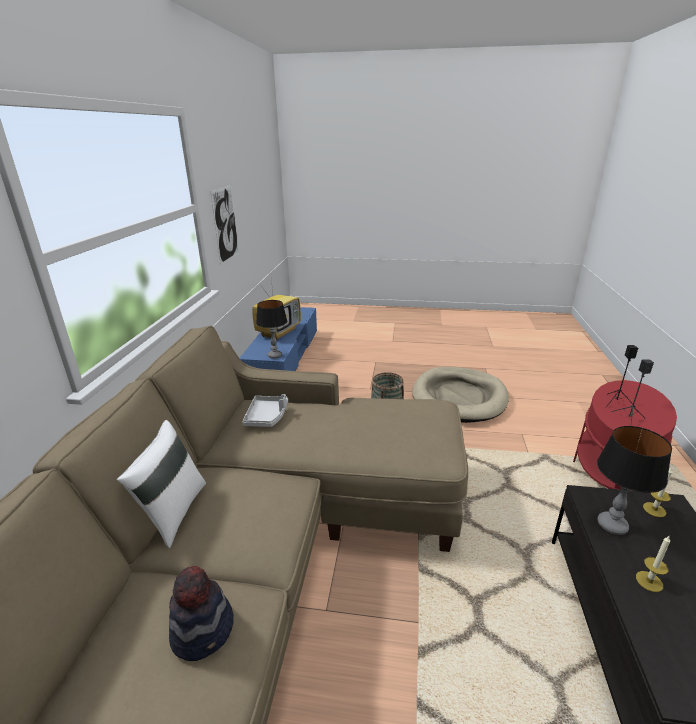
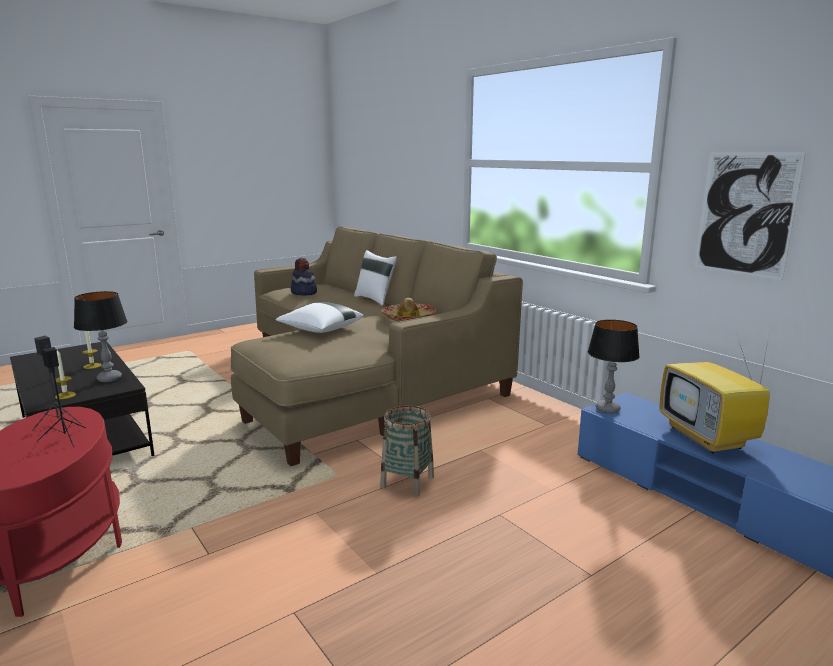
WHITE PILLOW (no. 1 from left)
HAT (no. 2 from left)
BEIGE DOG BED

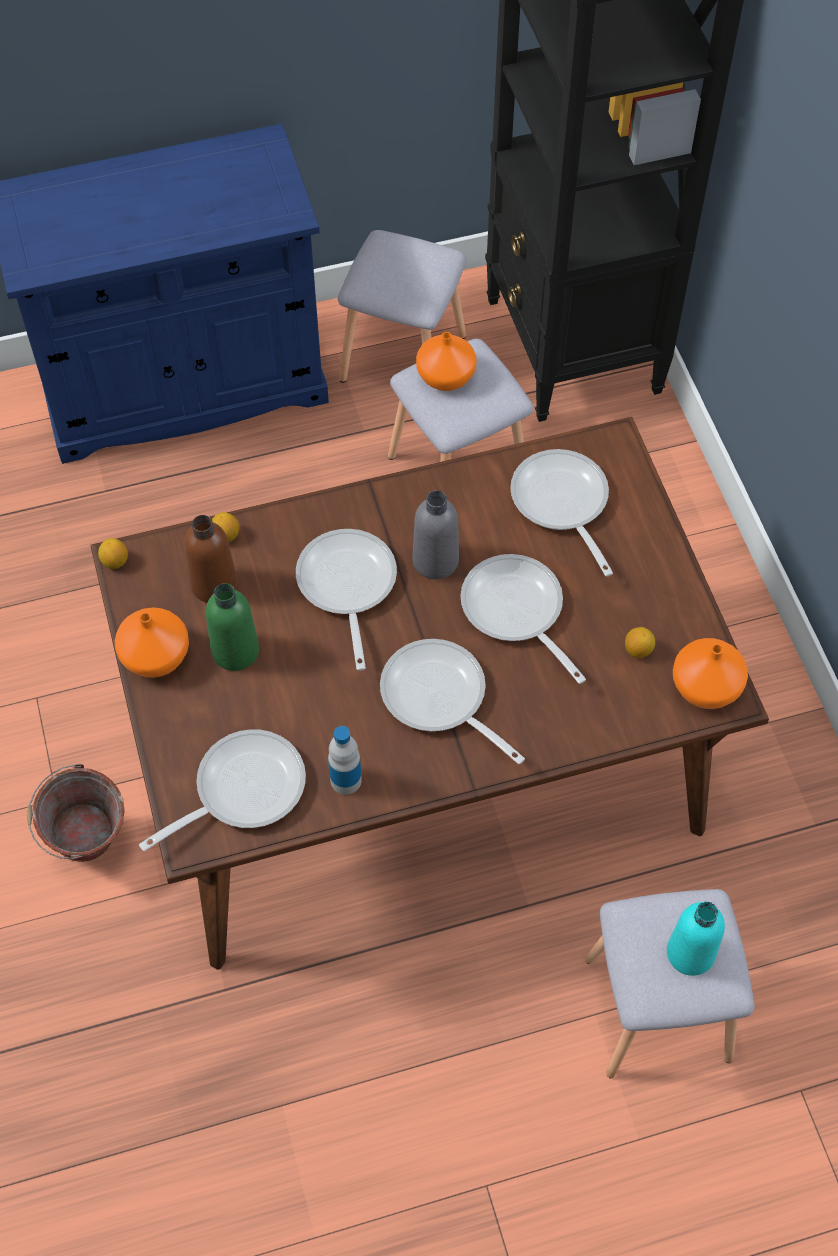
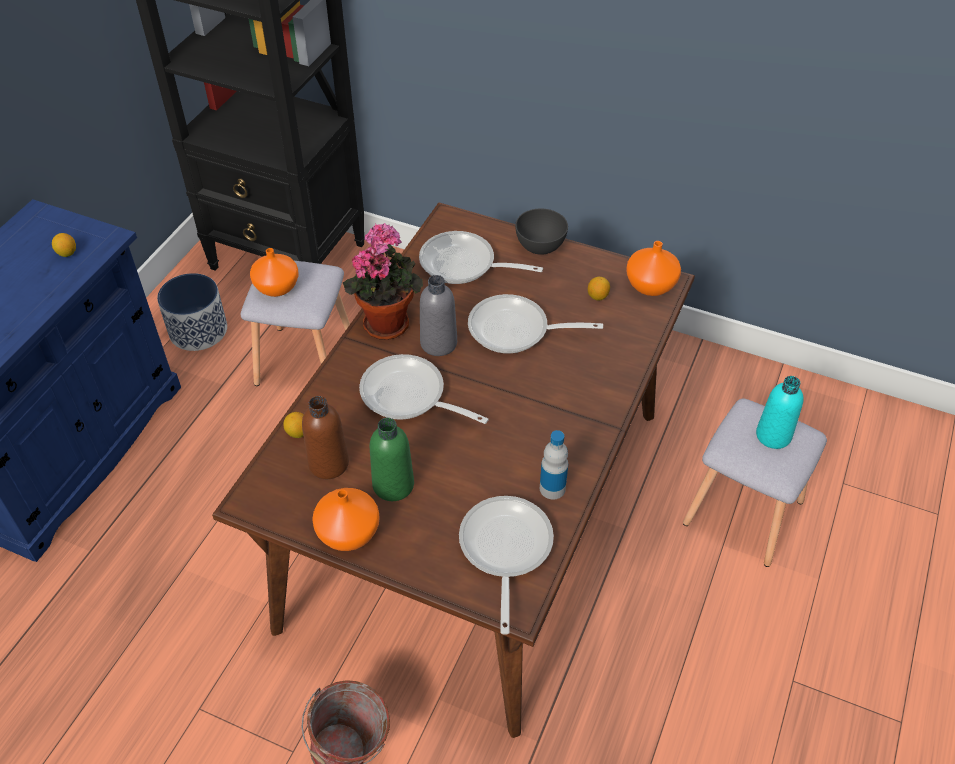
LEMON (no. 1 from left)
PLANTER
POTTED PLANT
GREY BOWL
FRYING PAN (no. 3 from left in the first image)

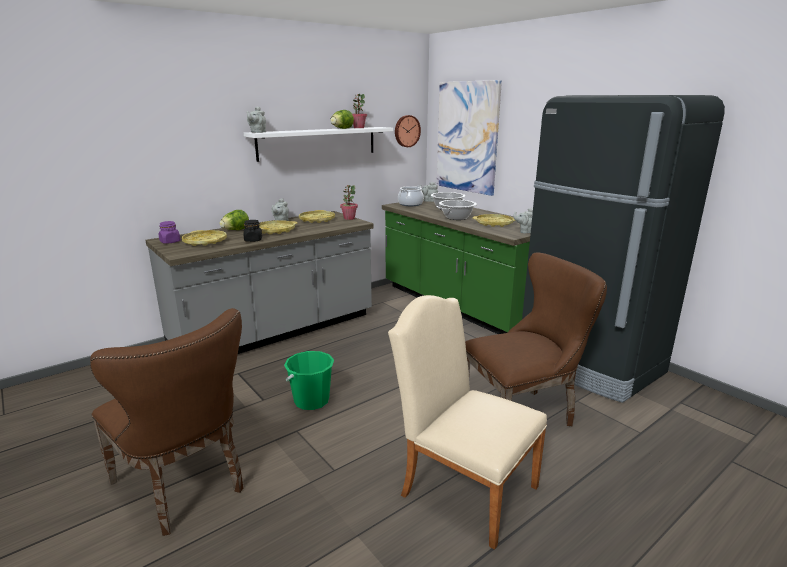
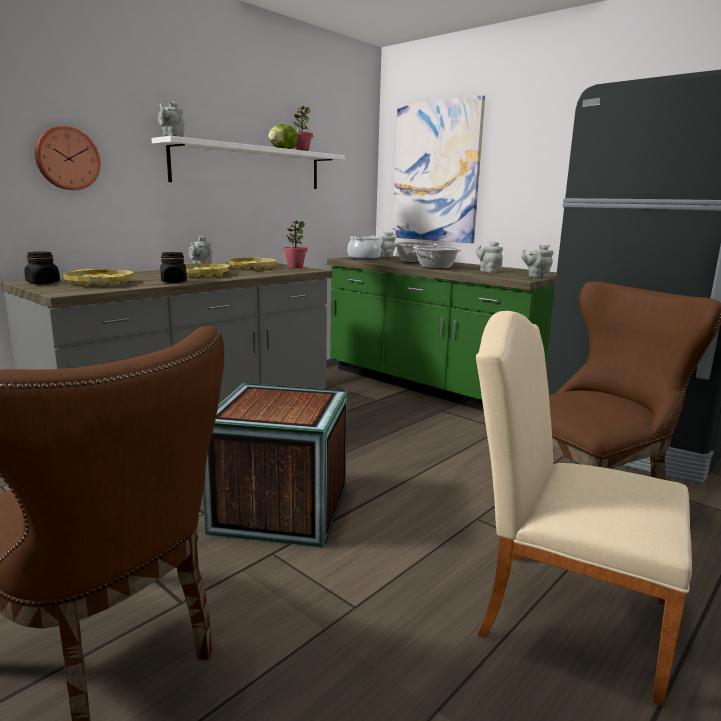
BLACK JAR (no. 1 from left)
WALL CLOCK
CRATE
GREY TEAPOT (no. 4 from left)
LETTUCE (no. 1 from left in the first image)

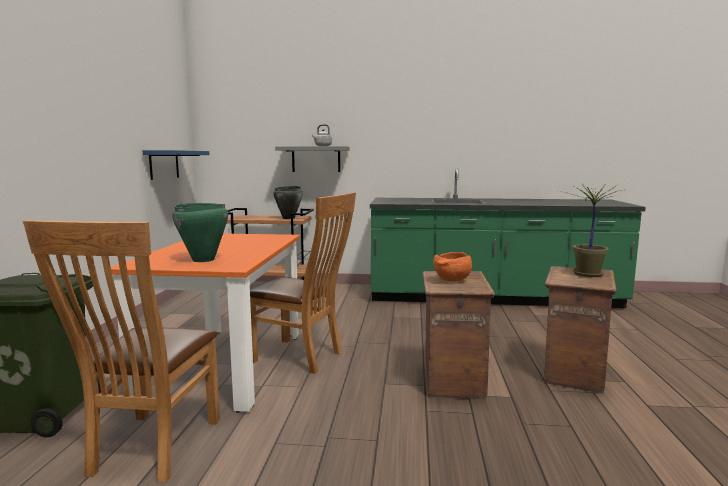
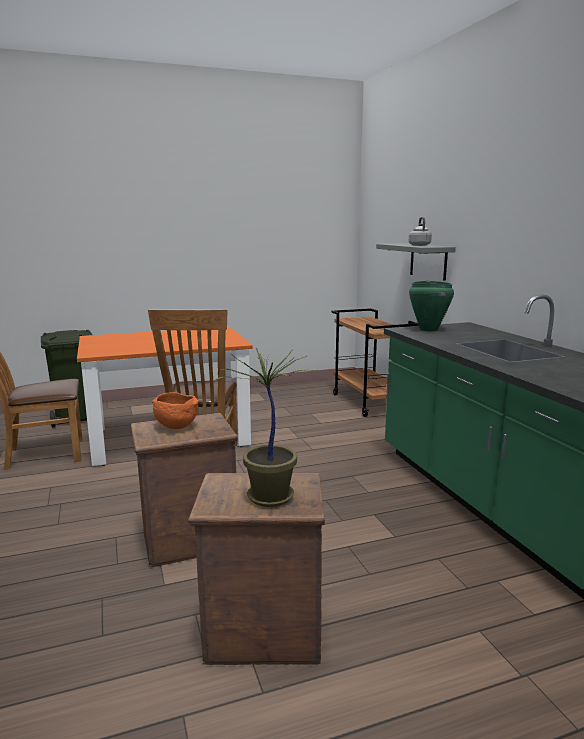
GREEN COOKING POT
BLUE SHELF
BLACK COOKING POT

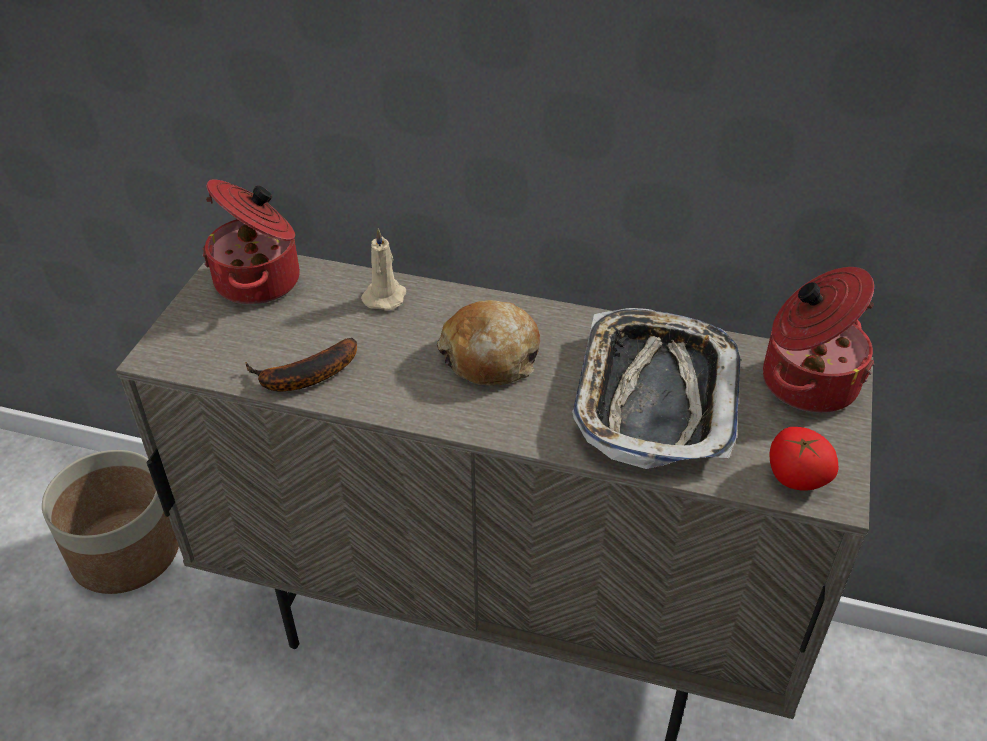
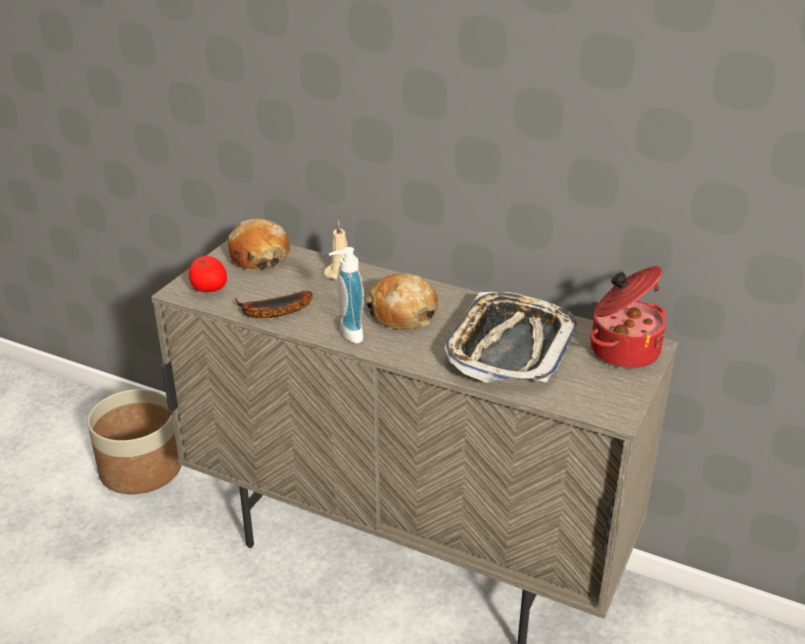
TOMATO
BREAD (no. 1 from left)
SOAP DISPENSER

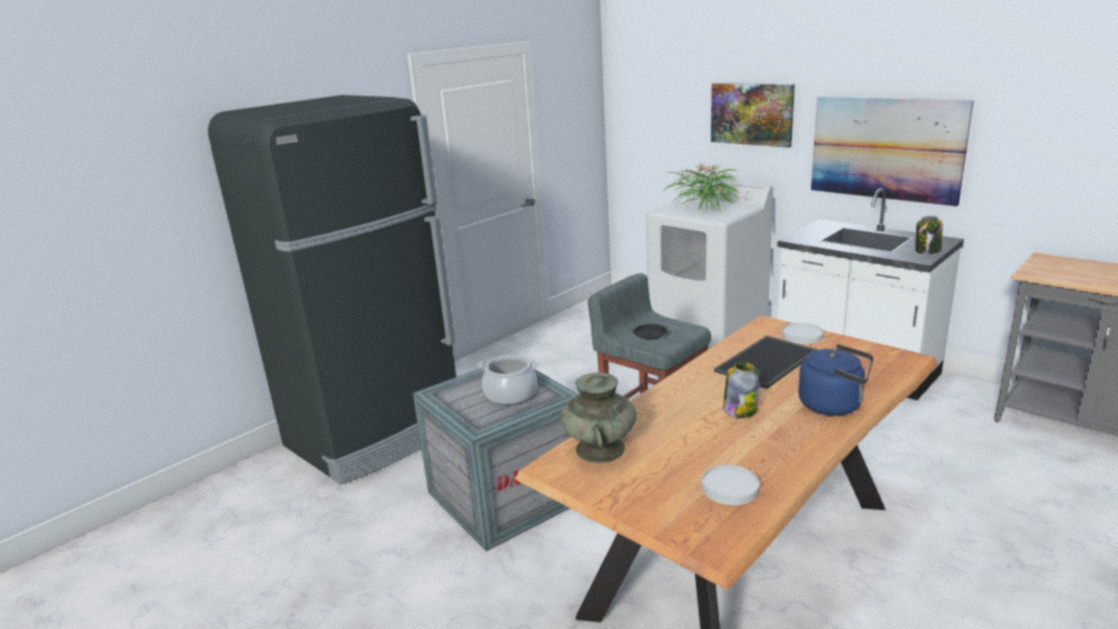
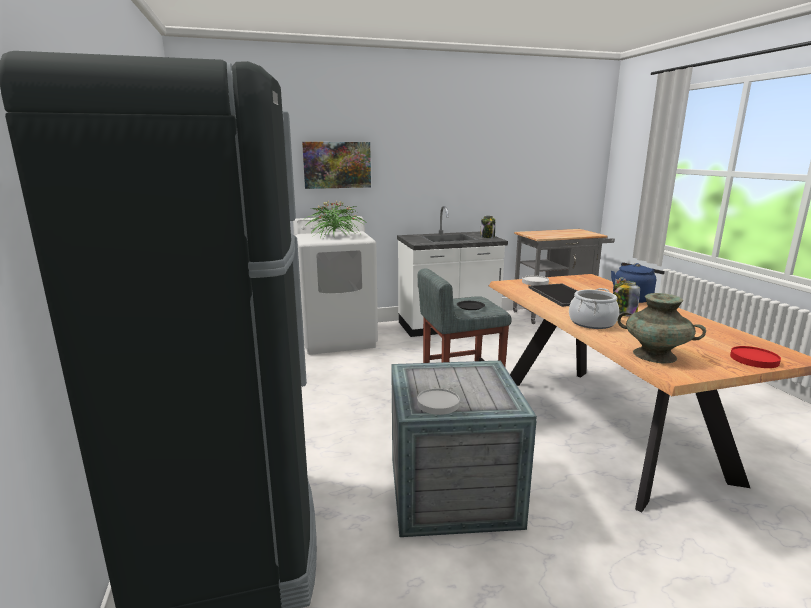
WHITE PLATE (no. 1 from left)
COOKING POT
RED PLATE
PICTURE (no. 2 from left in the first image)

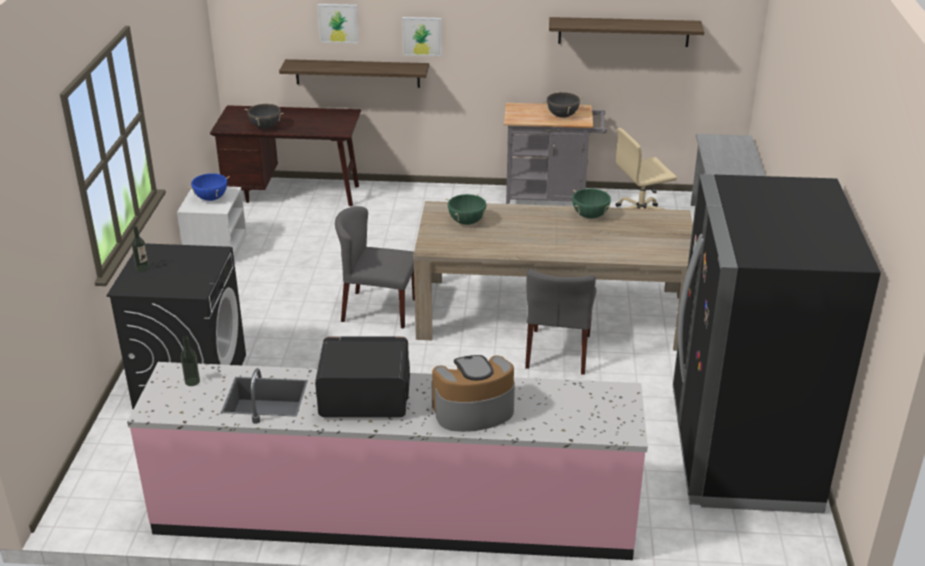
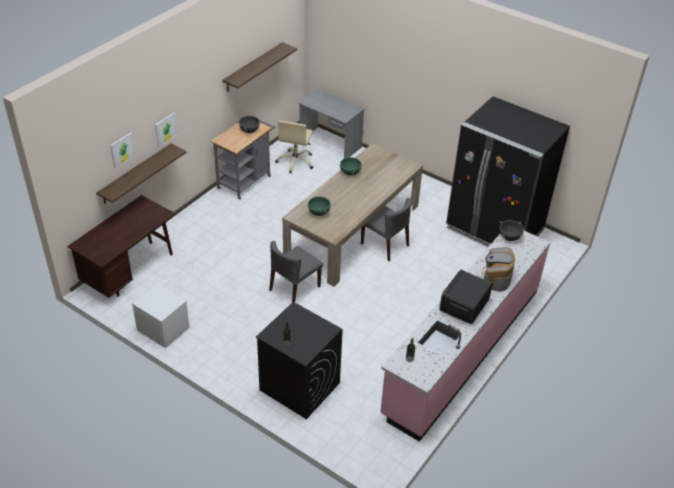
BLACK COOKING POT (no. 2 from left)
BLUE COOKING POT

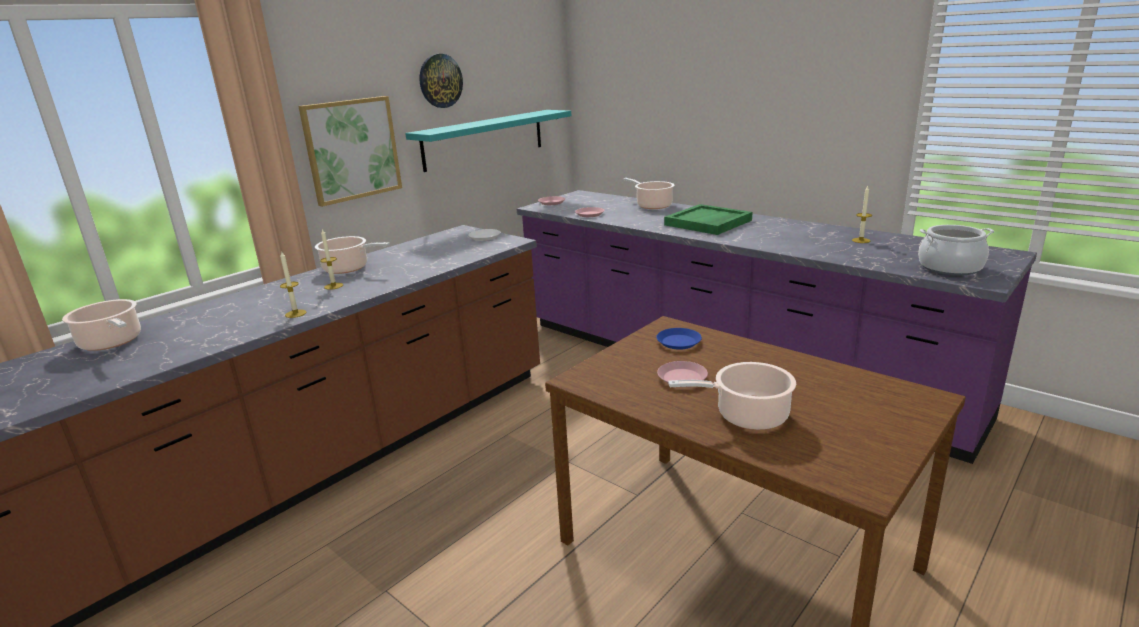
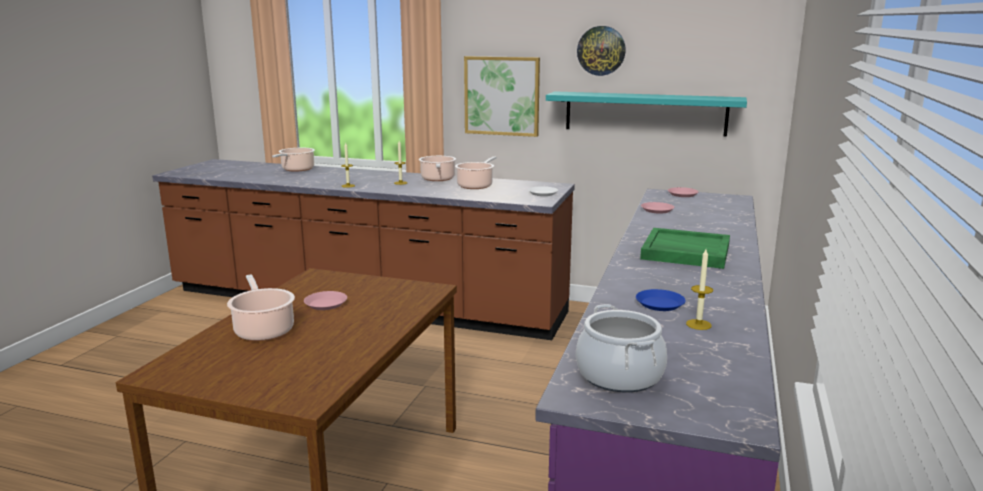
COOKING POT (no. 4 from left)
BLUE PLATE

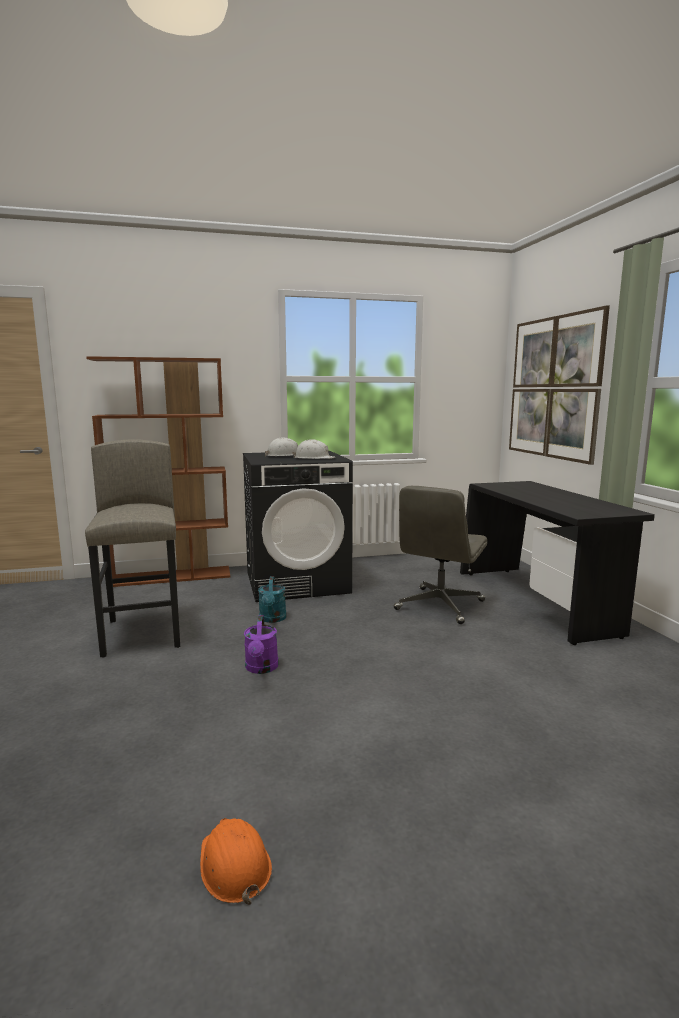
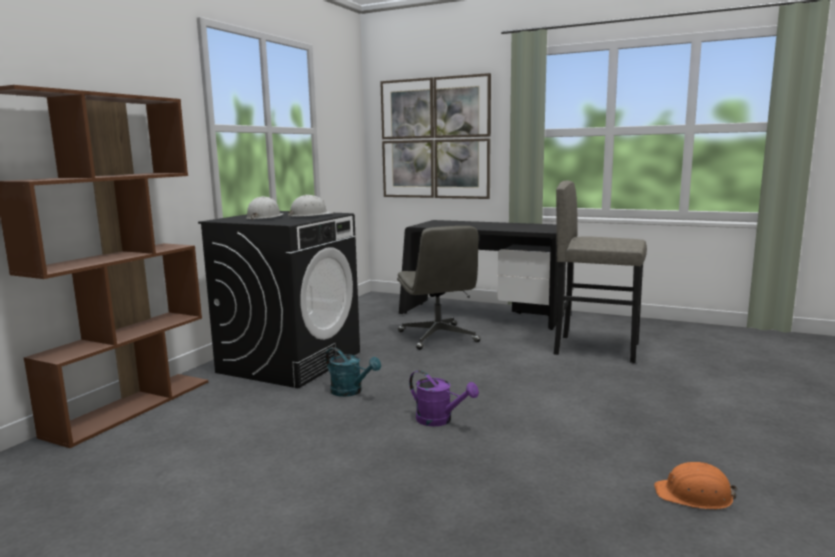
GREY STOOL

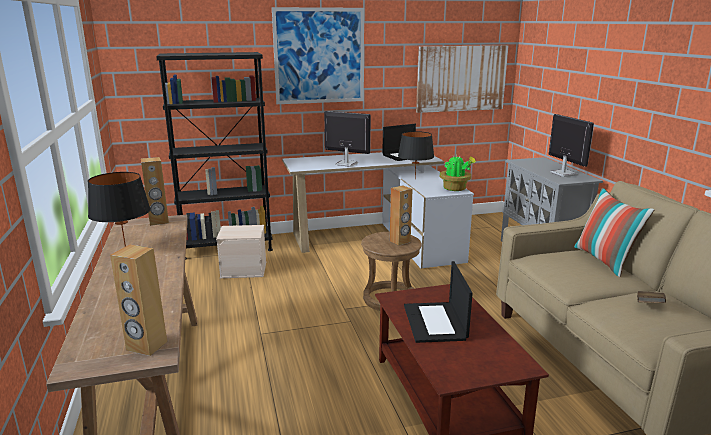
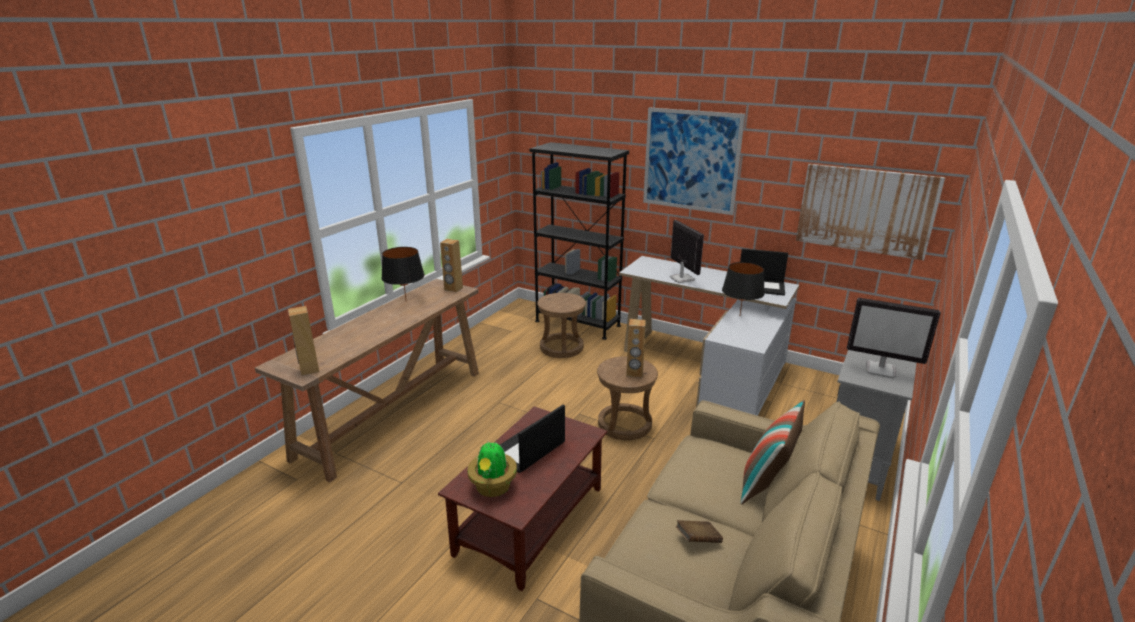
POTTED PLANT
BROWN STOOL (no. 1 from left)
MONITOR (no. 2 from left)

